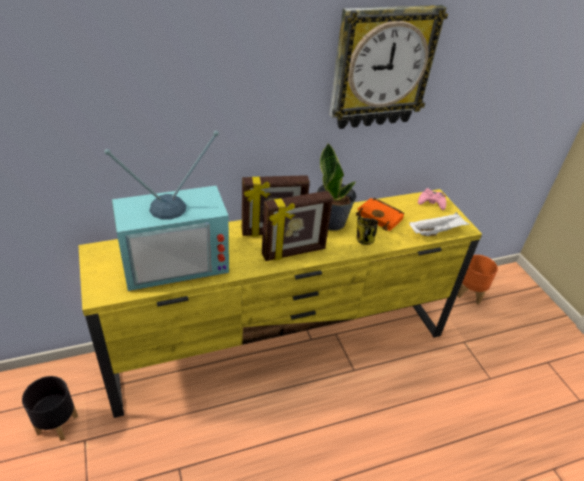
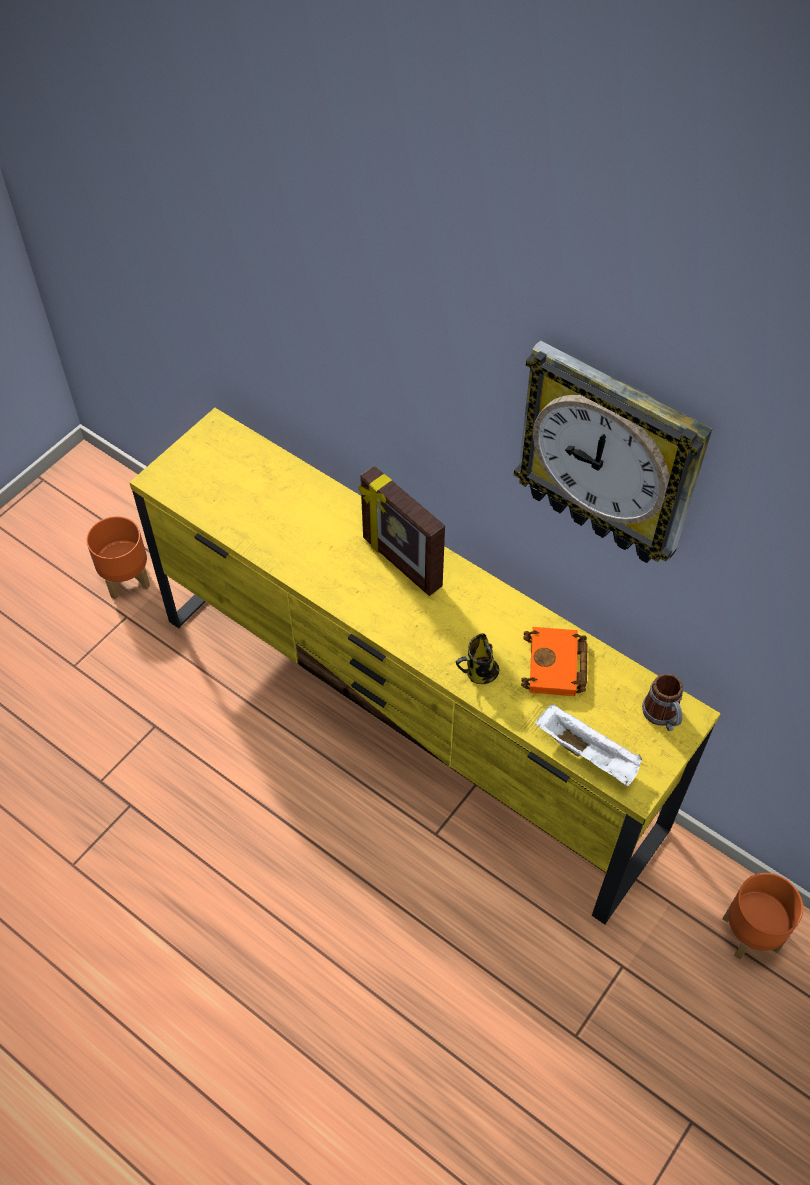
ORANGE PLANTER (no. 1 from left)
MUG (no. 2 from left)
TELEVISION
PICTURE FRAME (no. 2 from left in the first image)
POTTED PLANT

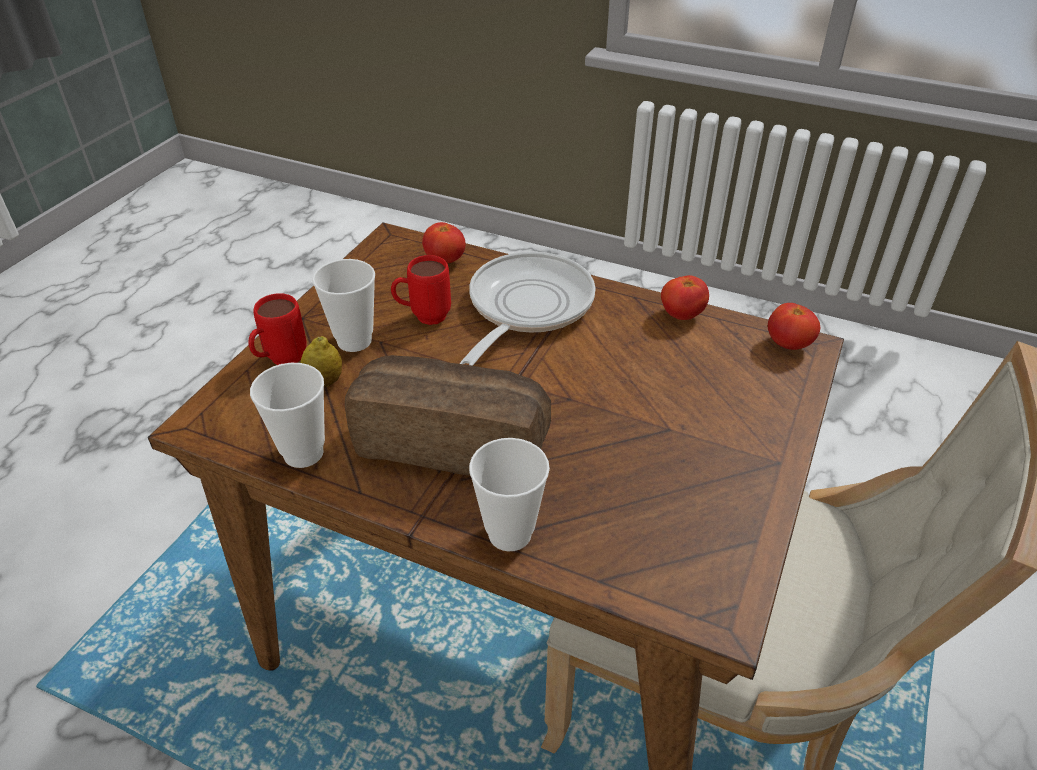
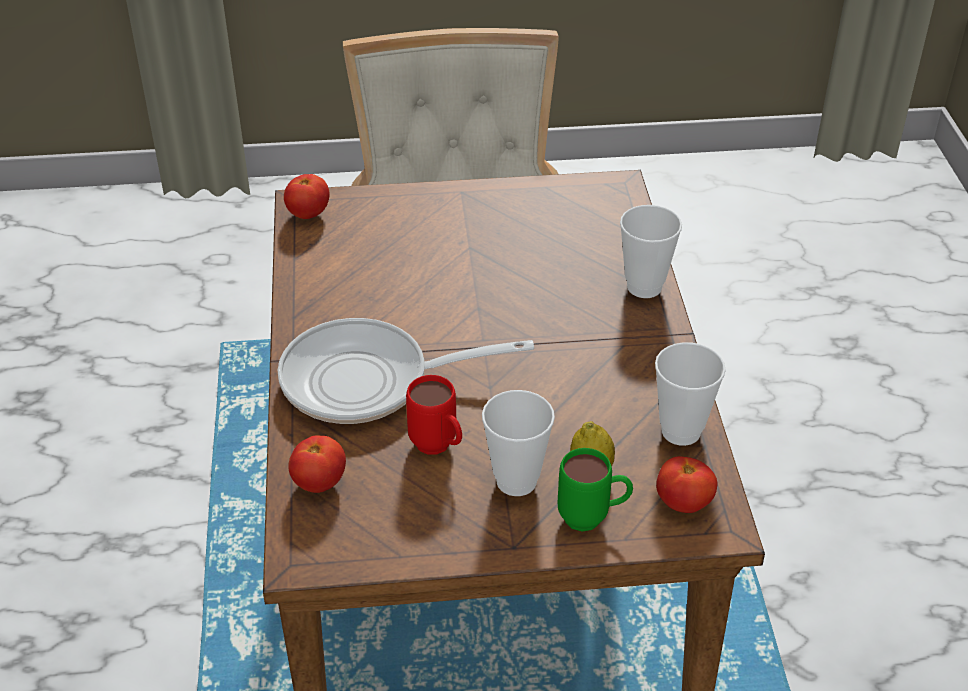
GREEN MUG
TOMATO (no. 3 from left)
BREAD

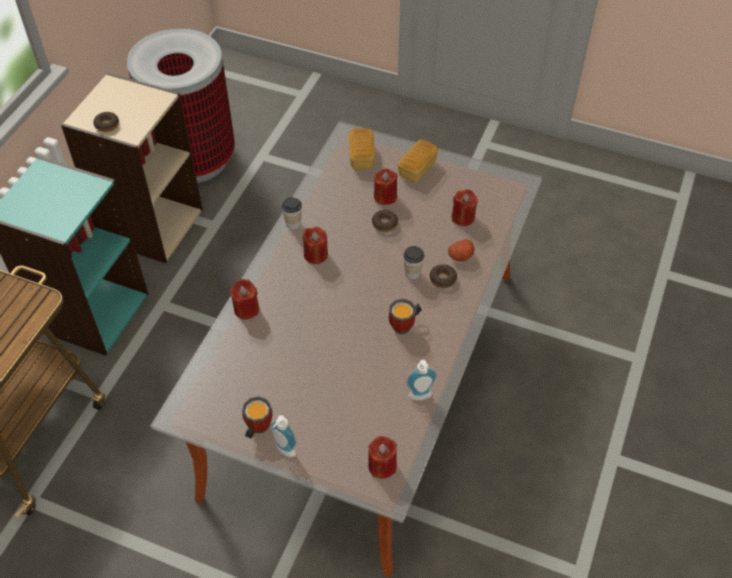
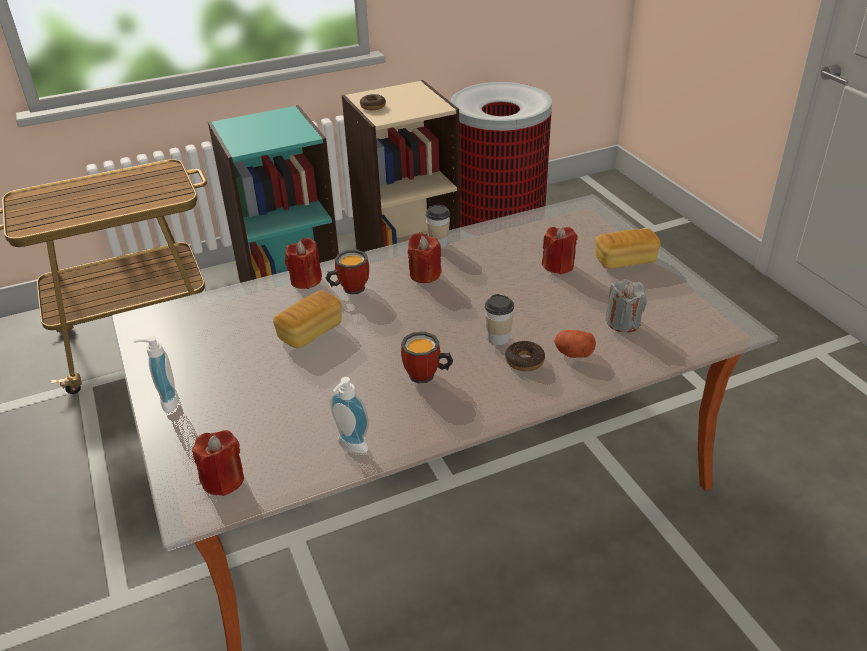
BREAD (no. 1 from left)
MUG (no. 1 from left)
GREY CANDLE
DONUT (no. 2 from left in the first image)

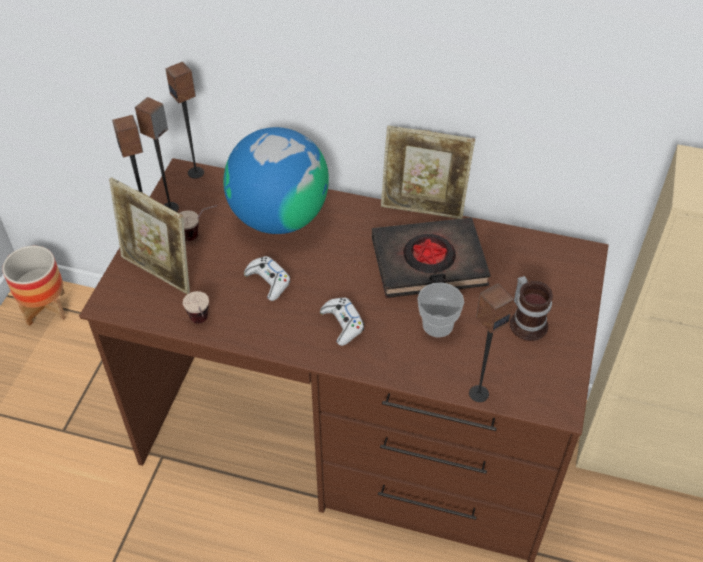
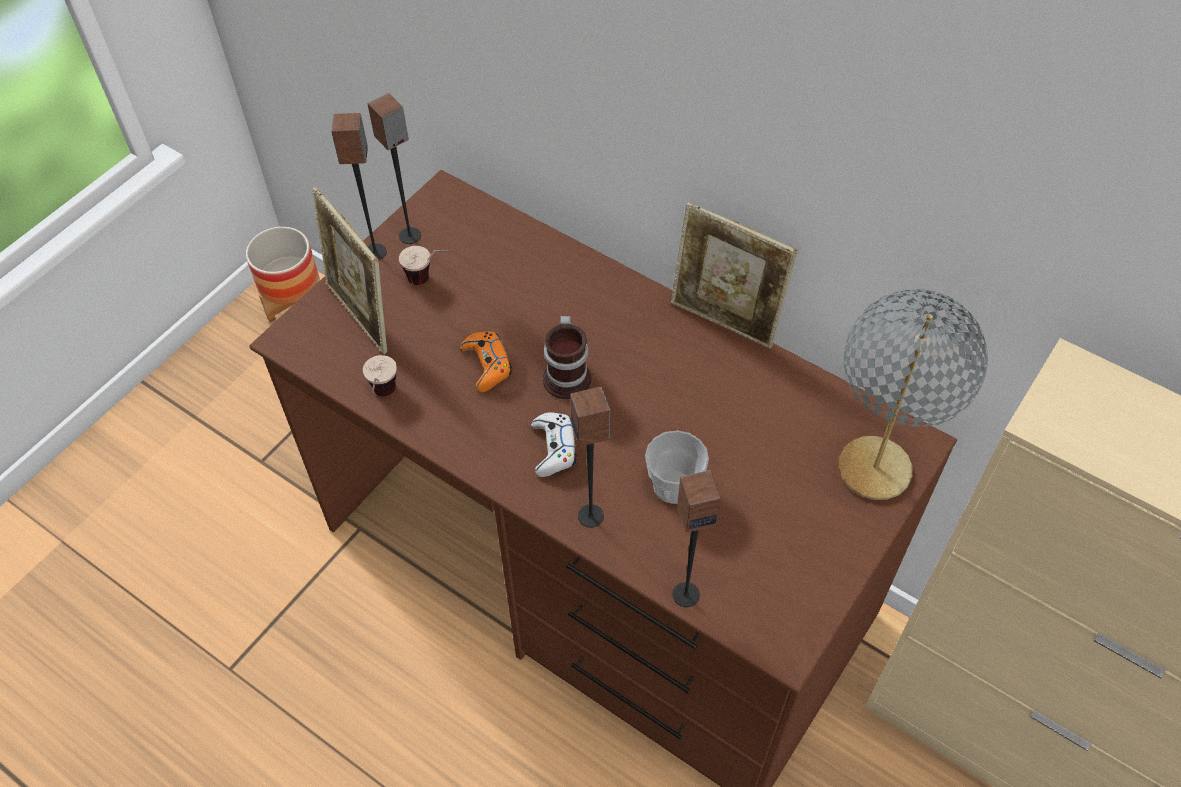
ORANGE GAME CONTROLLER
MUG
SPEAKER (no. 3 from left)
GREY TABLE LAMP
GLOBE
BLACK BOOK

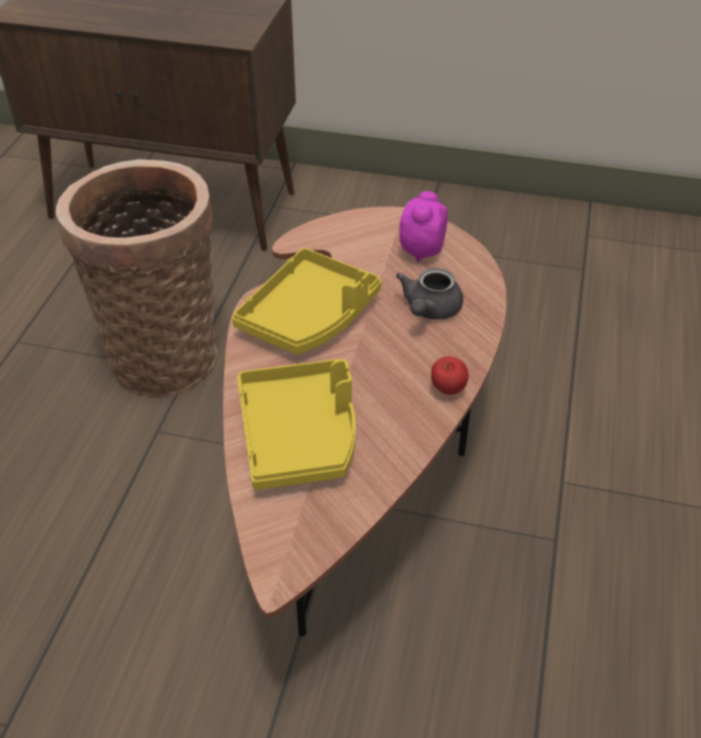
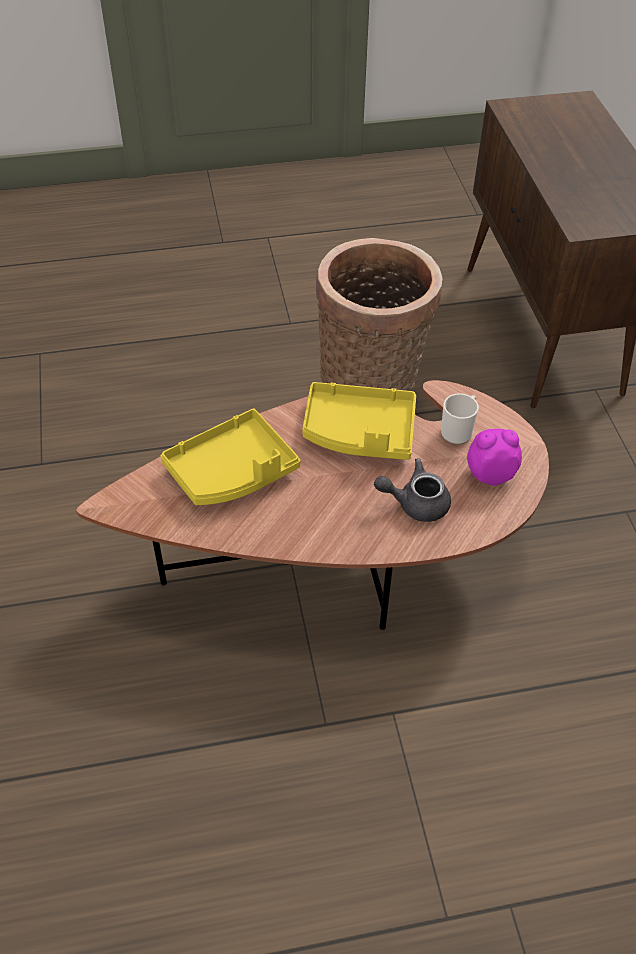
MUG
APPLE

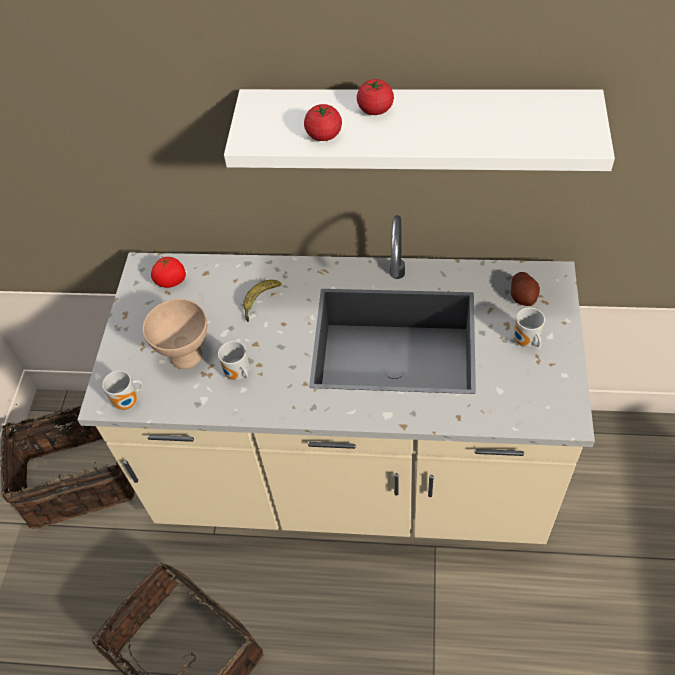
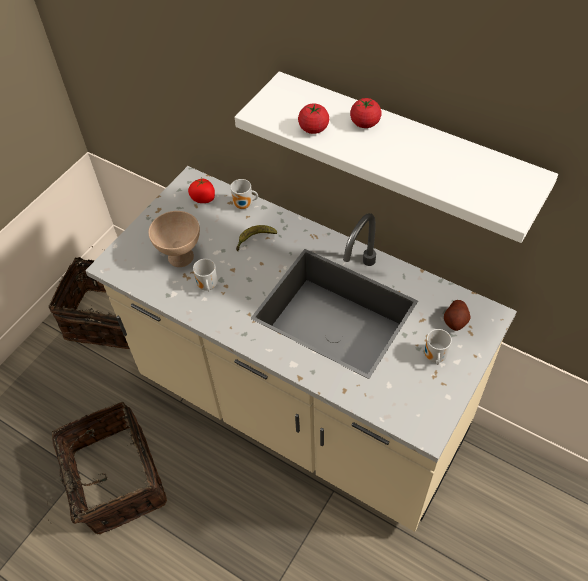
MUG (no. 2 from left)

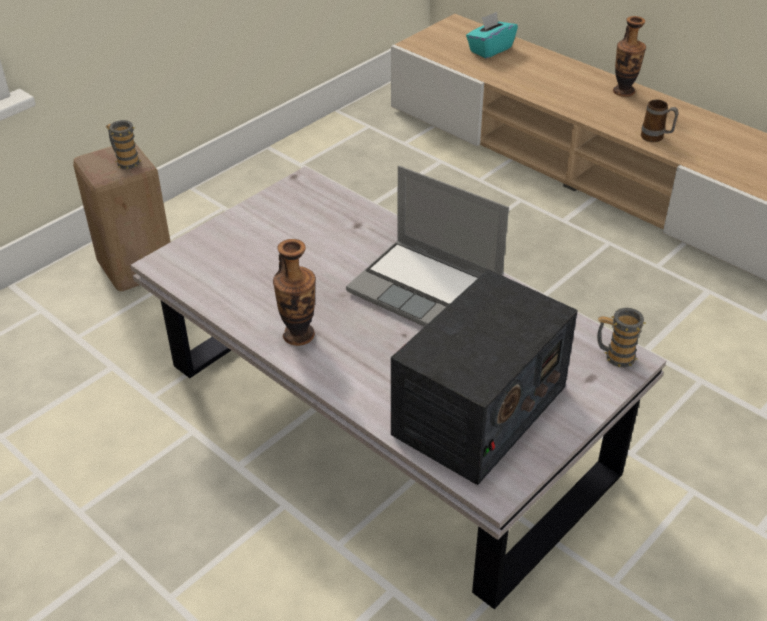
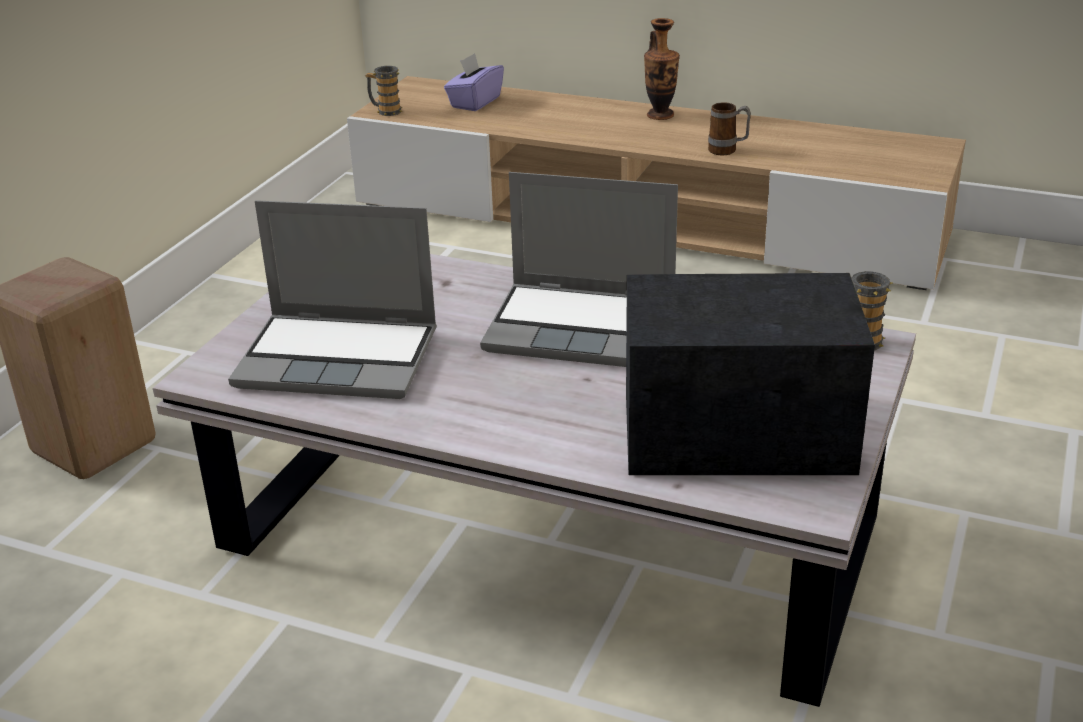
LAPTOP (no. 1 from left)
MUG (no. 1 from left)
PURPLE TISSUE BOX
RADIO
VASE (no. 1 from left in the first image)

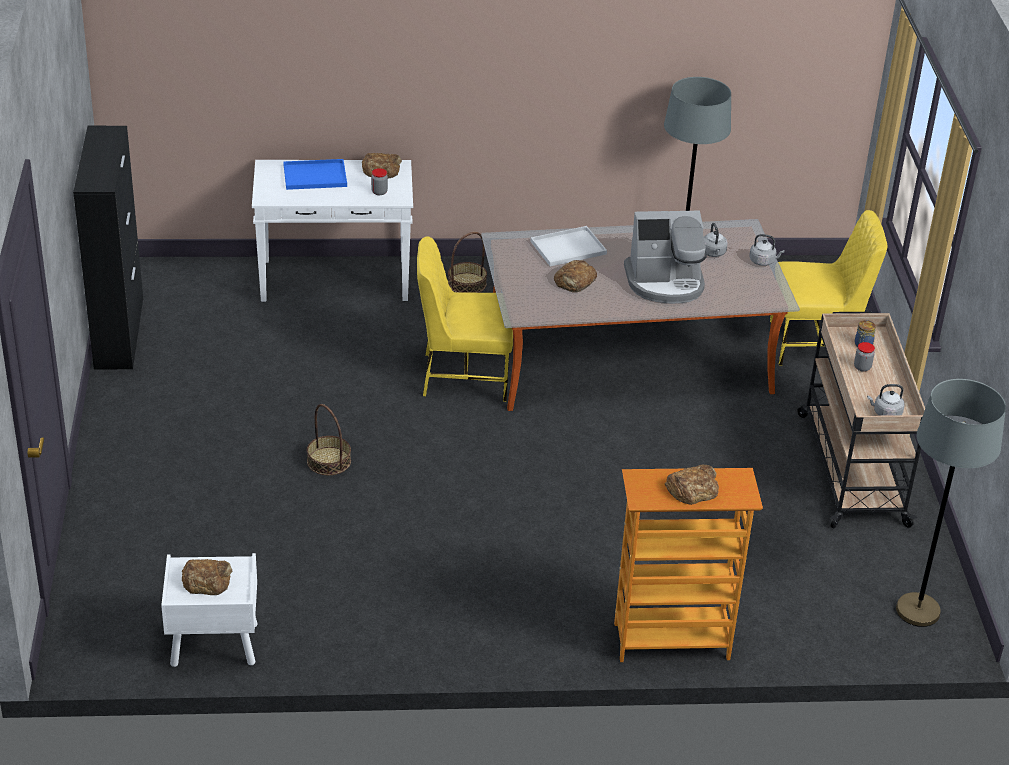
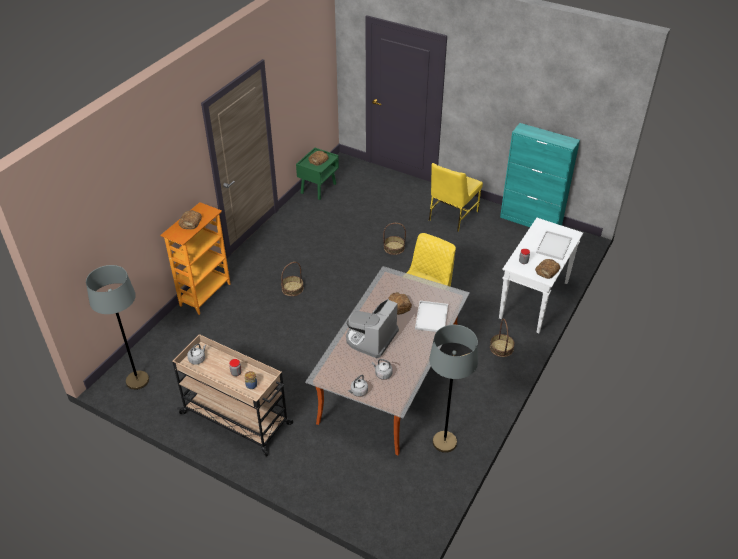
BASKET (no. 1 from left)
GREEN NIGHTSTAND
YELLOW CHAIR (no. 2 from left)
TURQUOISE CABINET
WHITE TRAY (no. 2 from left)

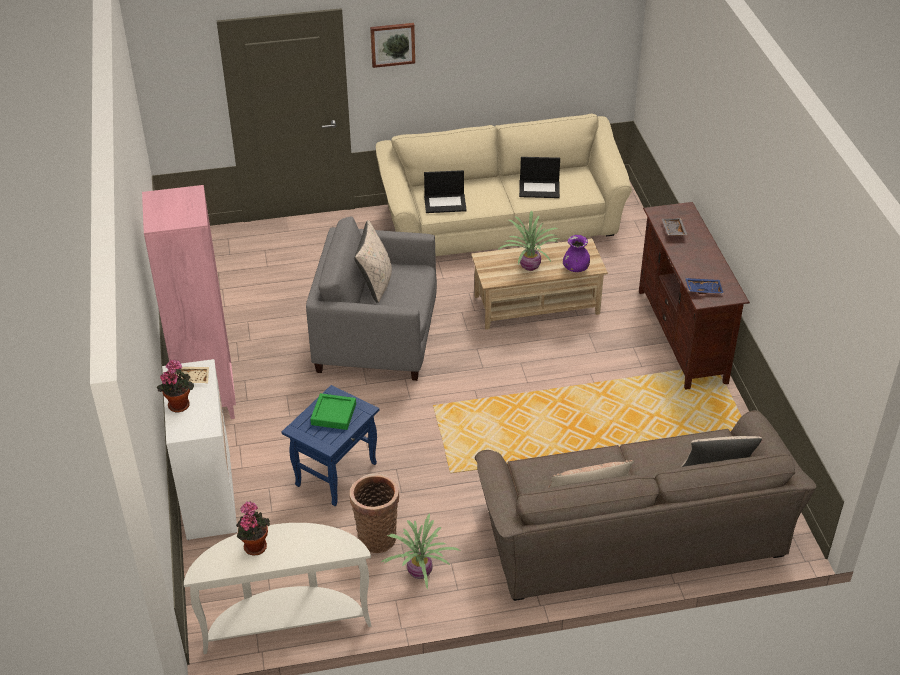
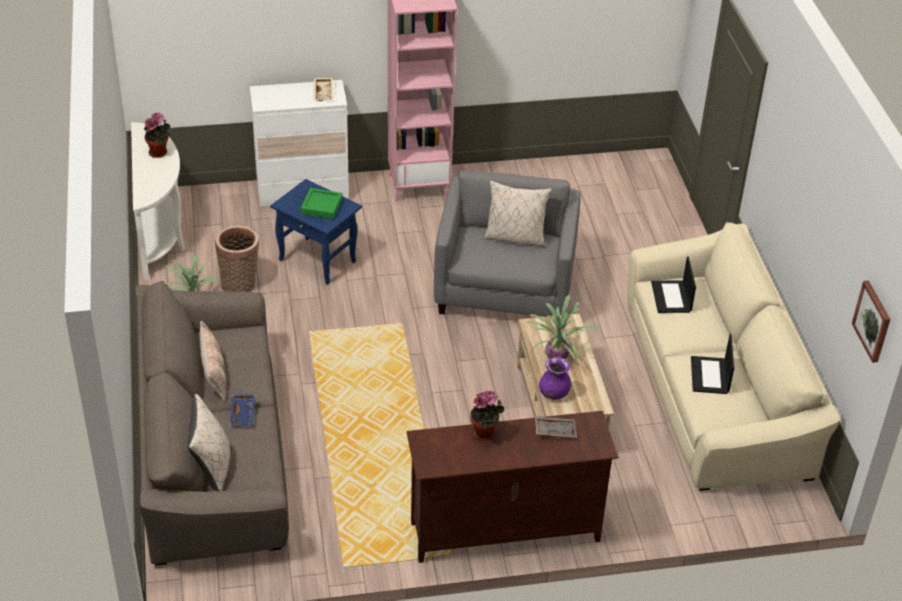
BLUE TRAY
POTTED PLANT (no. 3 from left)
PICTURE

